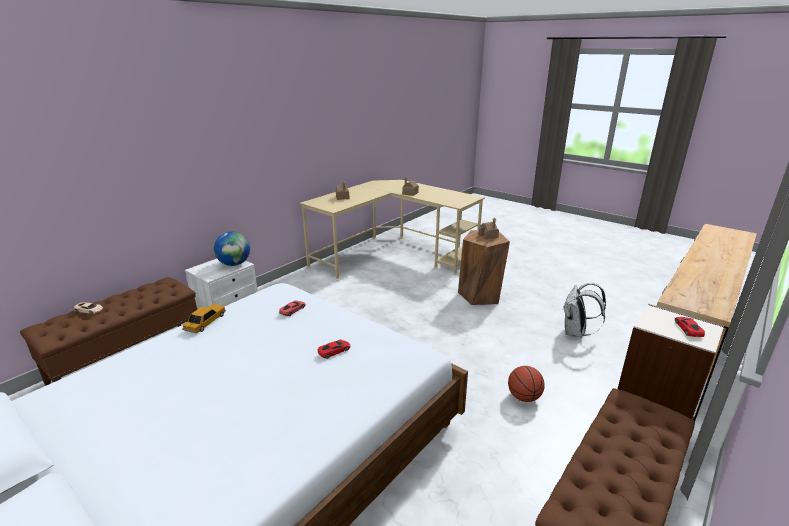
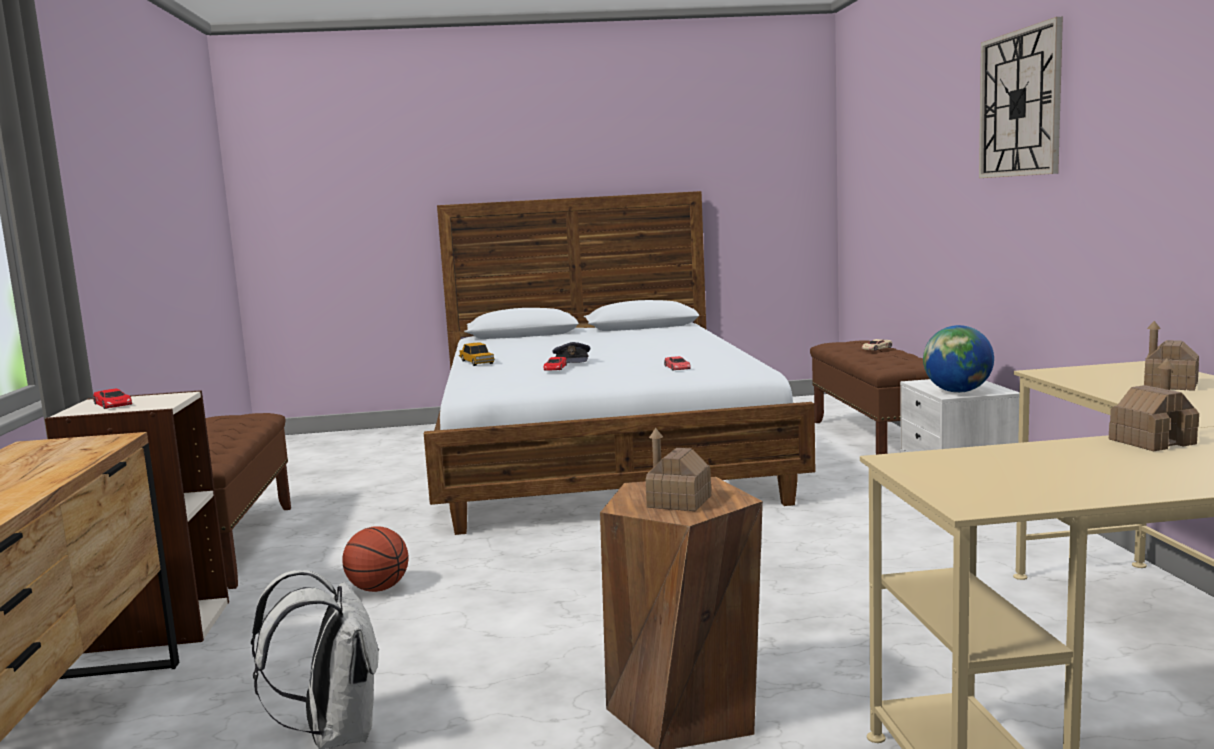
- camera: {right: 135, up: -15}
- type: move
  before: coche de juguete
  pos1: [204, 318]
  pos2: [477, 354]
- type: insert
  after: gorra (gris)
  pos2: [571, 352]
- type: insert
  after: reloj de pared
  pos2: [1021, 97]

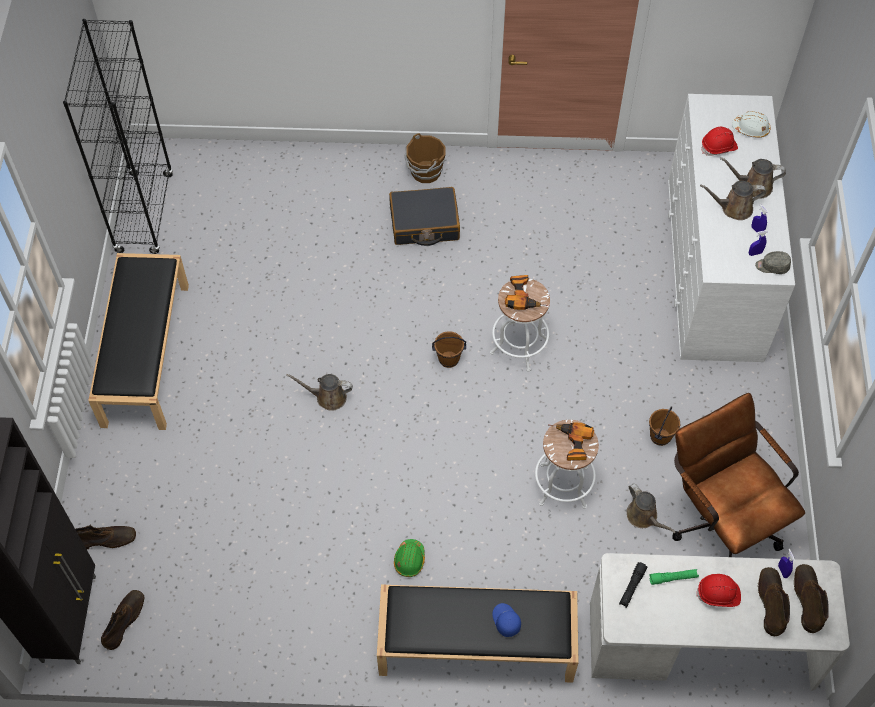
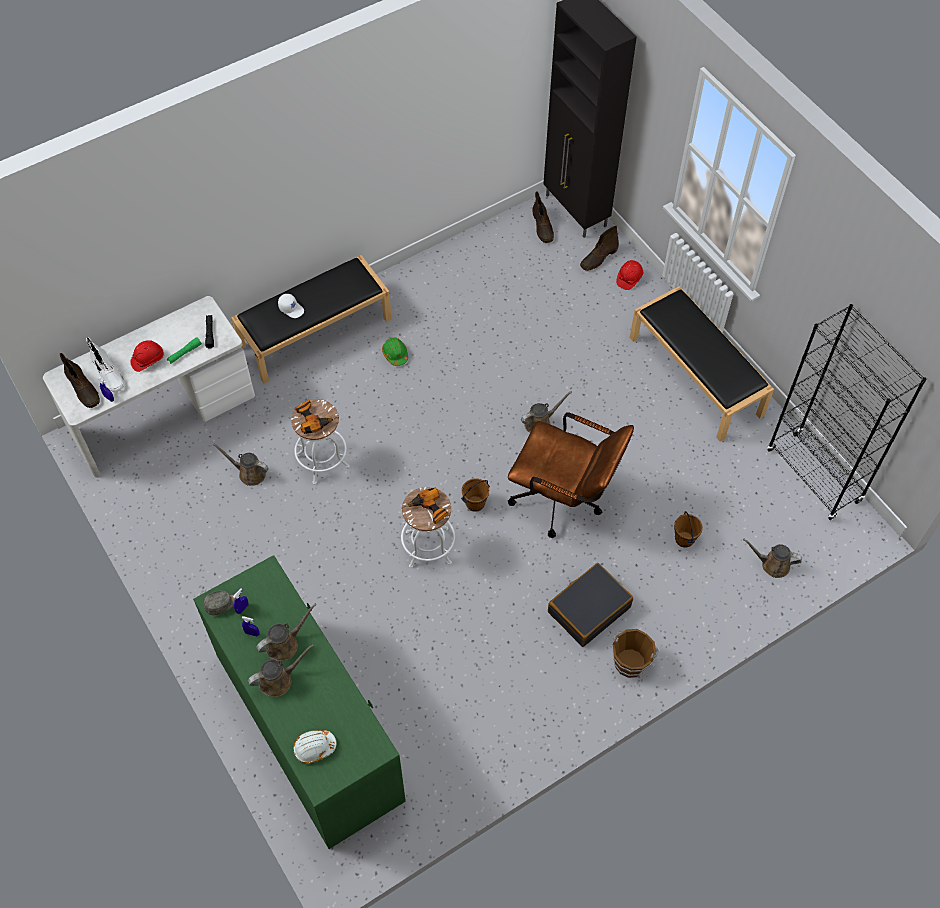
- camera: {right: 145, up: 0}
- type: recolor
  before: gorra (azul)
  after: gorra (blanco)
  pos1: [506, 620]
  pos2: [291, 306]
- type: move
  before: cubo (marrón)
  pos1: [664, 426]
  pos2: [688, 529]
- type: recolor
  before: cómoda (blanco)
  after: cómoda (verde)
  pos1: [731, 228]
  pos2: [299, 702]
- type: move
  before: silla de oficina (marrón)
  pos1: [738, 475]
  pos2: [571, 475]
- type: move
  before: casco (rojo)
  pos1: [719, 141]
  pos2: [629, 275]
- type: recolor
  before: bota (marrón)
  after: bota (blanco)
  pos1: [774, 601]
  pos2: [105, 365]
- type: insert
  after: regadera (marrón)
  pos2: [772, 558]

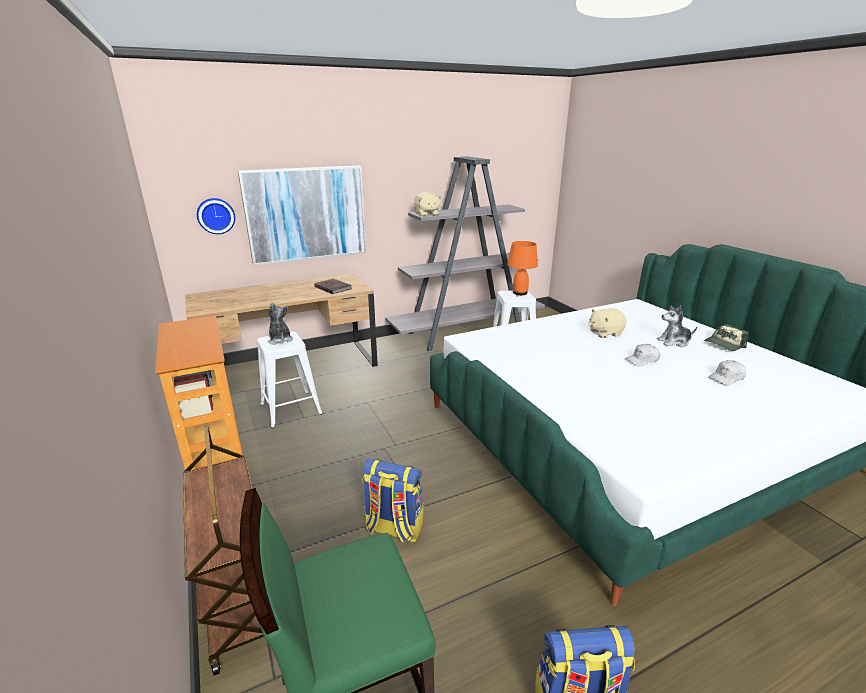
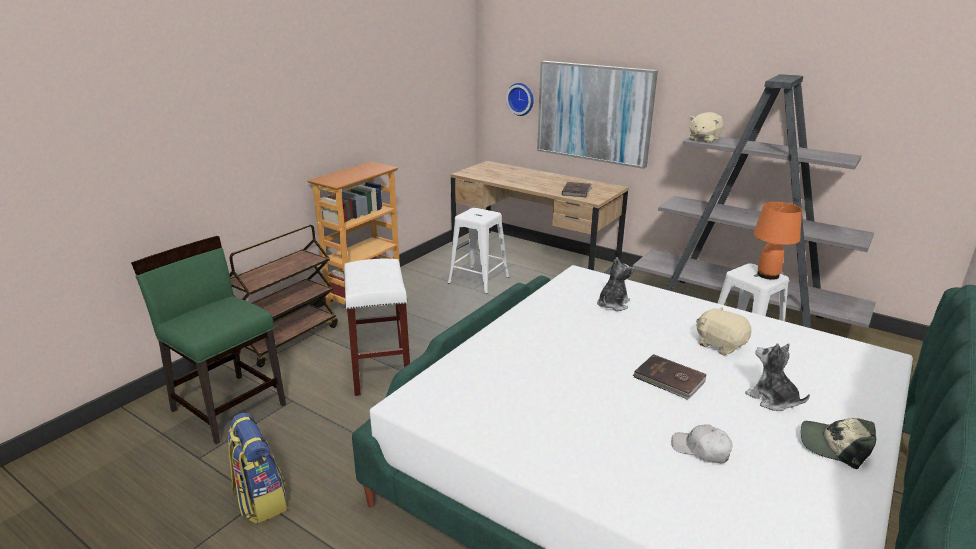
- camera: {right: 60, up: 0}
- type: move
  before: peluche
  pos1: [280, 323]
  pos2: [615, 284]
- type: replace
  before: mochila
  after: taburete (blanco)
  pos1: [393, 500]
  pos2: [377, 327]
- type: replace
  before: gorra (blanco)
  after: libro (marrón)
  pos1: [642, 355]
  pos2: [670, 377]

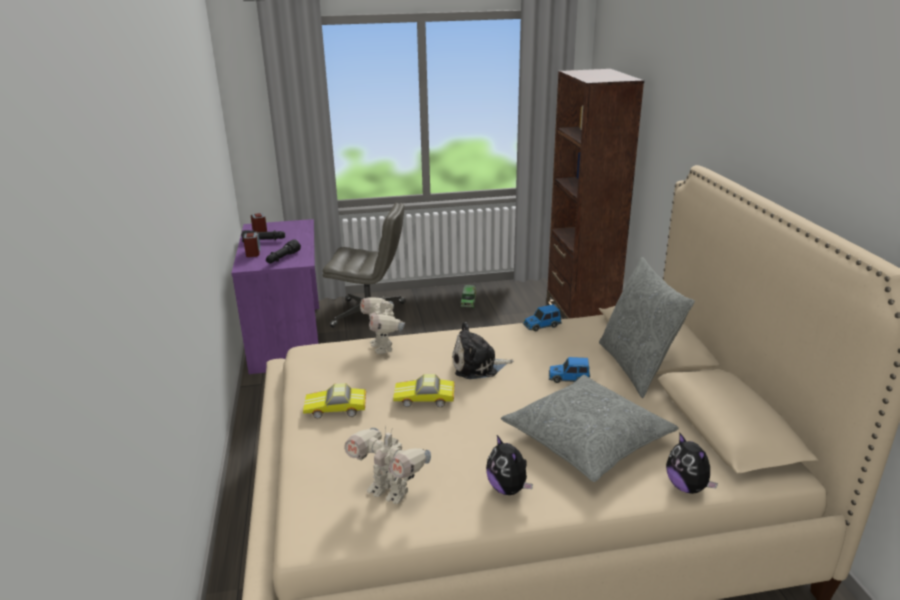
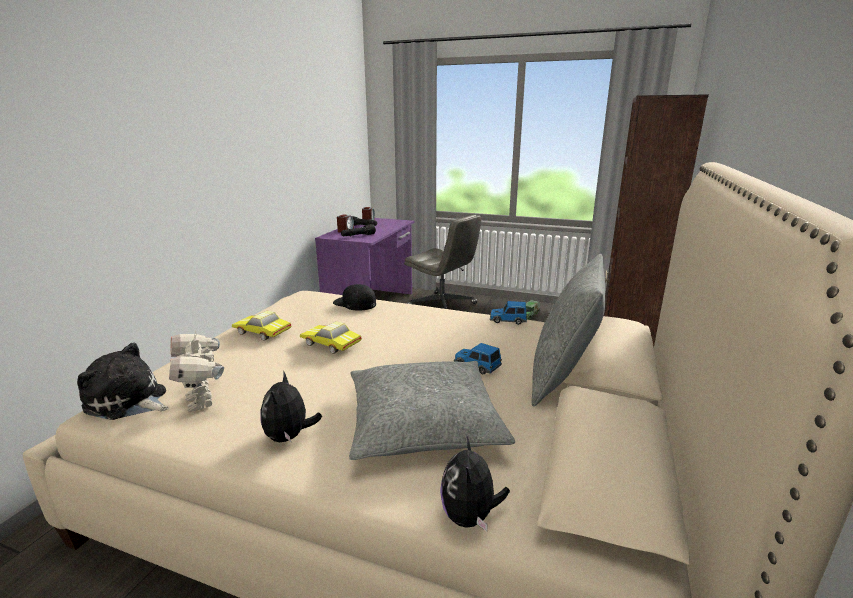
- camera: {right: 30, up: -5}
- type: replace
  before: robot de juguete
  after: gorra (negro)
  pos1: [382, 325]
  pos2: [354, 297]
- type: move
  before: peluche
  pos1: [483, 350]
  pos2: [123, 381]

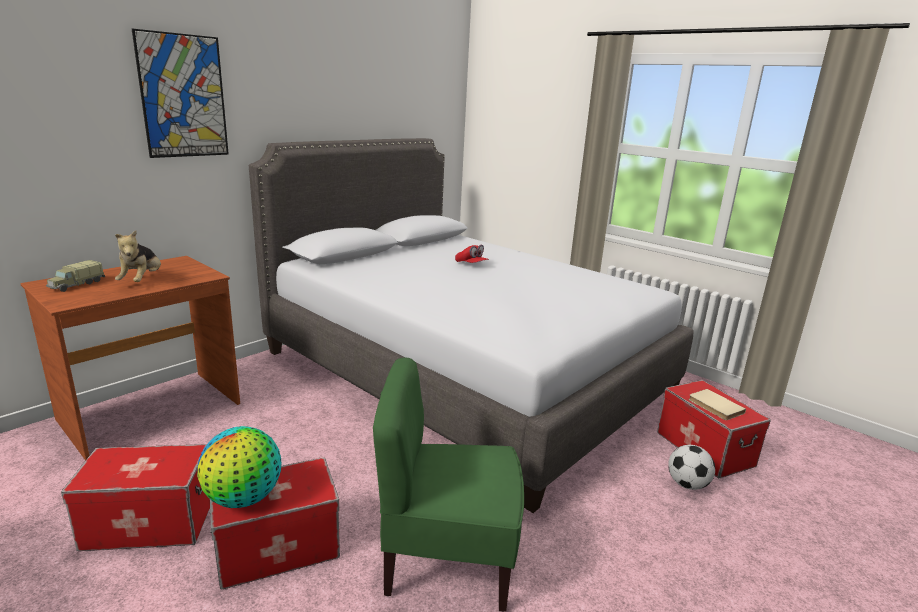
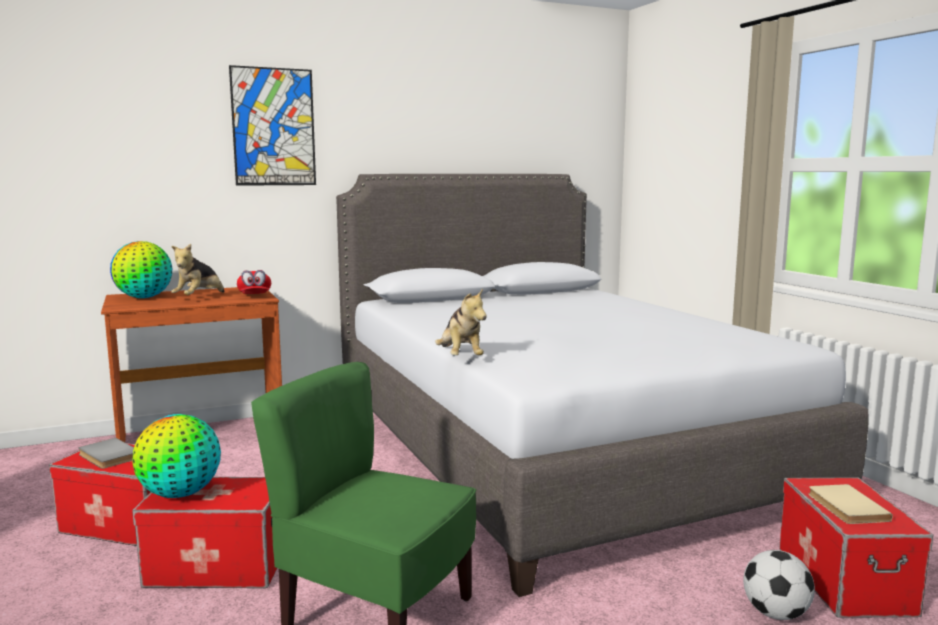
- camera: {right: 25, up: -10}
- type: replace
  before: camión de juguete
  after: globo terráqueo
  pos1: [75, 276]
  pos2: [141, 269]
- type: move
  before: gorra (rojo)
  pos1: [472, 254]
  pos2: [254, 282]
- type: insert
  after: libro (gris)
  pos2: [106, 453]
- type: insert
  after: peluche
  pos2: [461, 322]

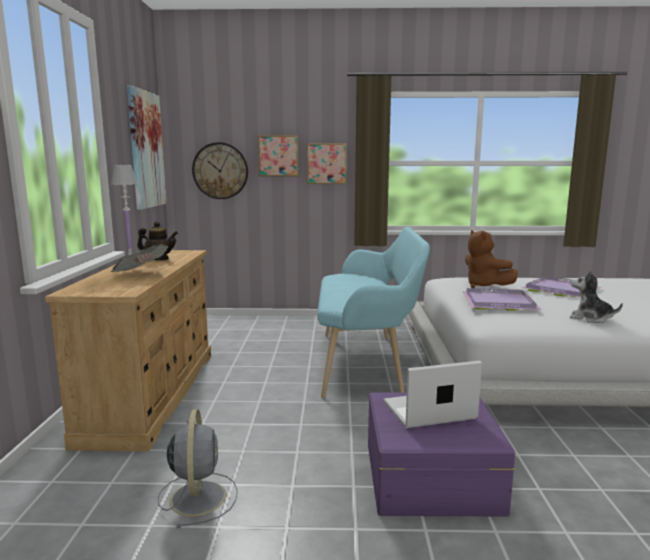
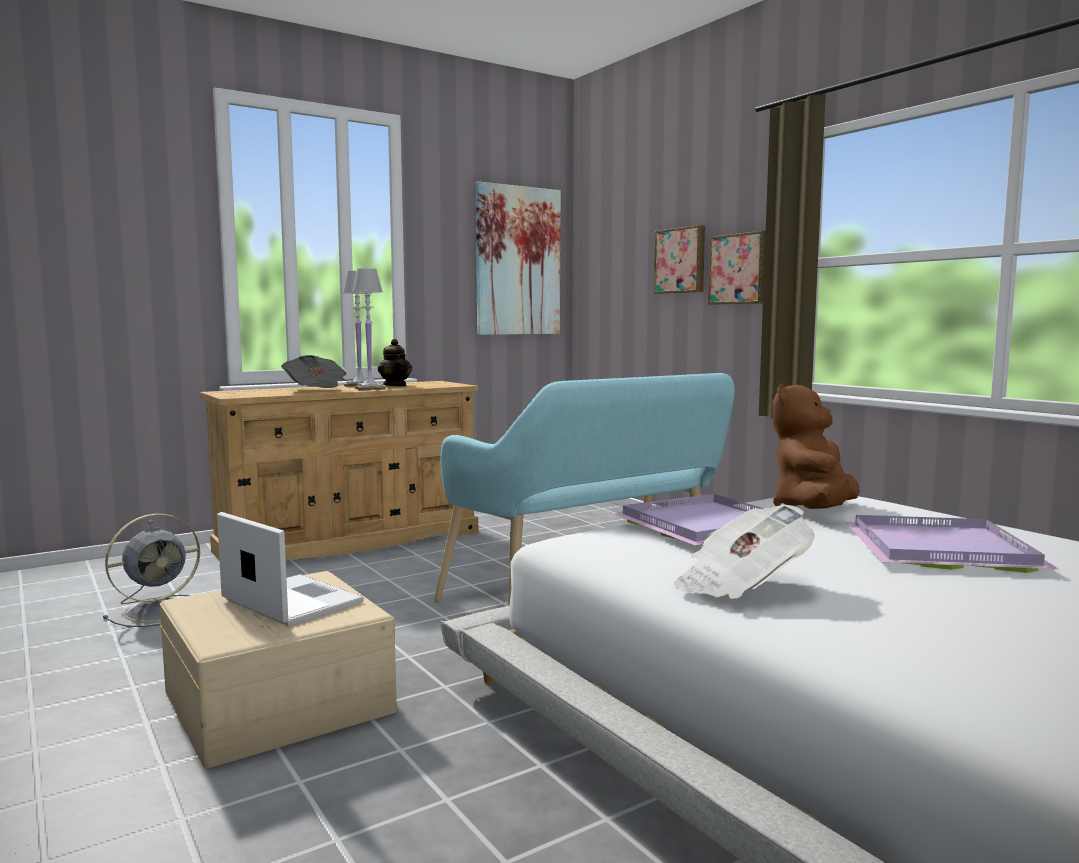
- camera: {right: 55, up: -5}
- type: delete
  before: reloj de pared
  pos1: [220, 170]
- type: recolor
  before: caja de almacenaje (morado)
  after: caja de almacenaje (beis)
  pos1: [441, 454]
  pos2: [278, 670]
- type: replace
  before: peluche
  after: periódico
  pos1: [596, 296]
  pos2: [744, 552]
- type: insert
  after: lámpara de mesa (blanco)
  pos2: [369, 329]

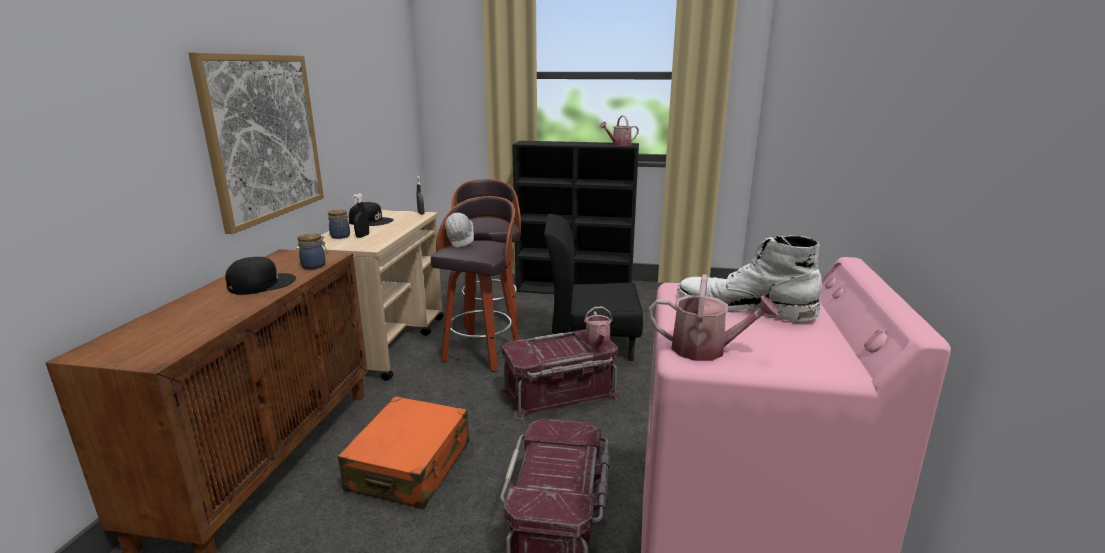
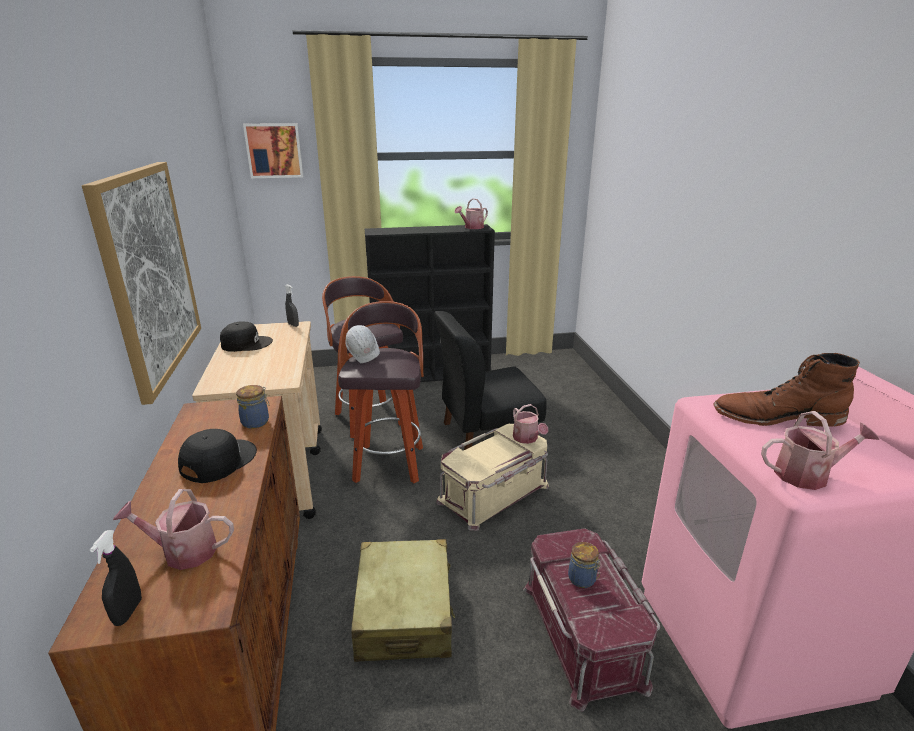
- camera: {right: -20, up: 5}
- type: move
  before: tarro
  pos1: [339, 224]
  pos2: [584, 565]
- type: recolor
  before: maleta (naranja)
  after: maleta (beis)
  pos1: [403, 452]
  pos2: [403, 600]
- type: move
  before: pulverizador (negro)
  pos1: [360, 215]
  pos2: [116, 578]
- type: recolor
  before: caja de almacenaje (rojo)
  after: caja de almacenaje (beis)
  pos1: [560, 374]
  pos2: [492, 477]
- type: recolor
  before: bota (blanco)
  after: bota (marrón)
  pos1: [749, 278]
  pos2: [787, 390]
- type: insert
  after: regadera
  pos2: [173, 529]
- type: insert
  after: cuadro
  pos2: [273, 150]

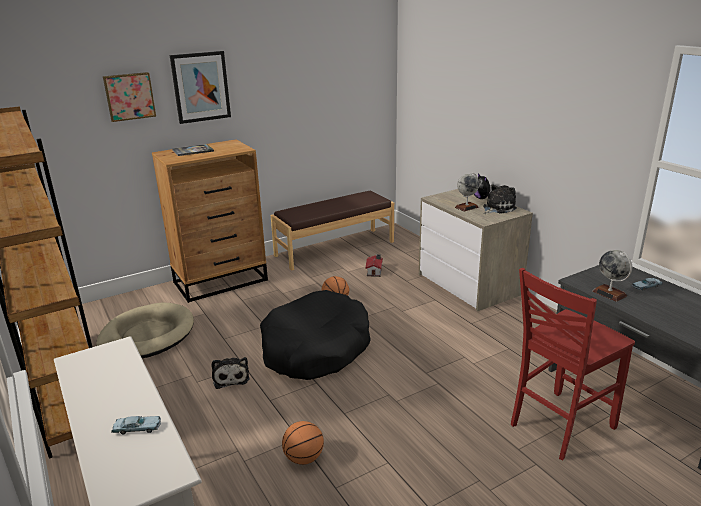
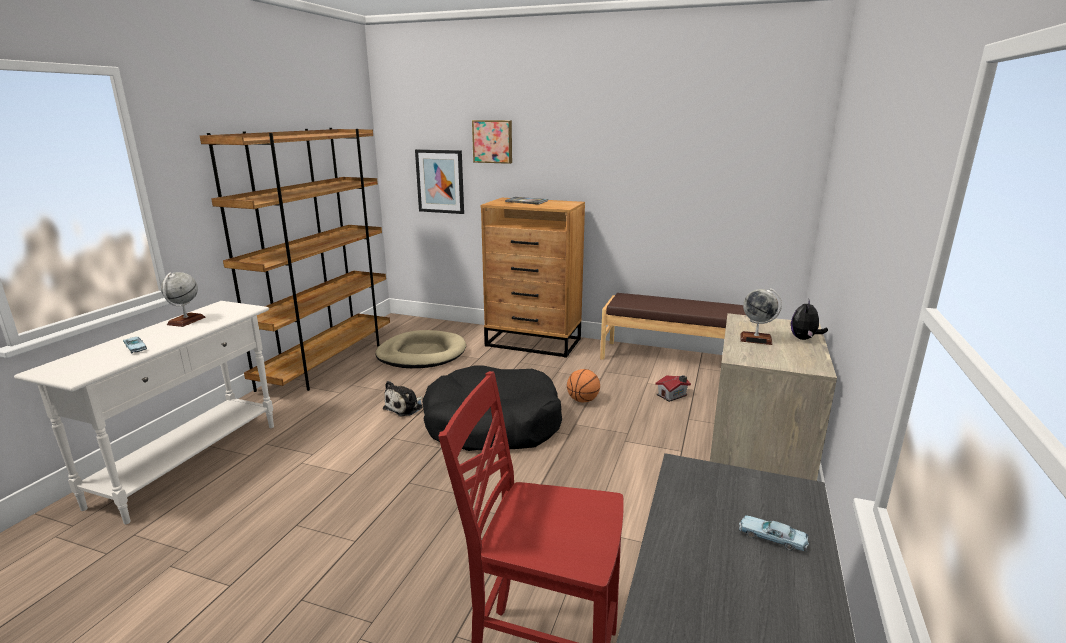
- camera: {right: 50, up: -5}
- type: move
  before: cuadro
  pos1: [200, 87]
  pos2: [439, 181]
- type: delete
  before: balón de baloncesto
  pos1: [303, 443]
- type: delete
  before: peluche
  pos1: [500, 199]
- type: move
  before: globo terráqueo
  pos1: [612, 276]
  pos2: [183, 299]

